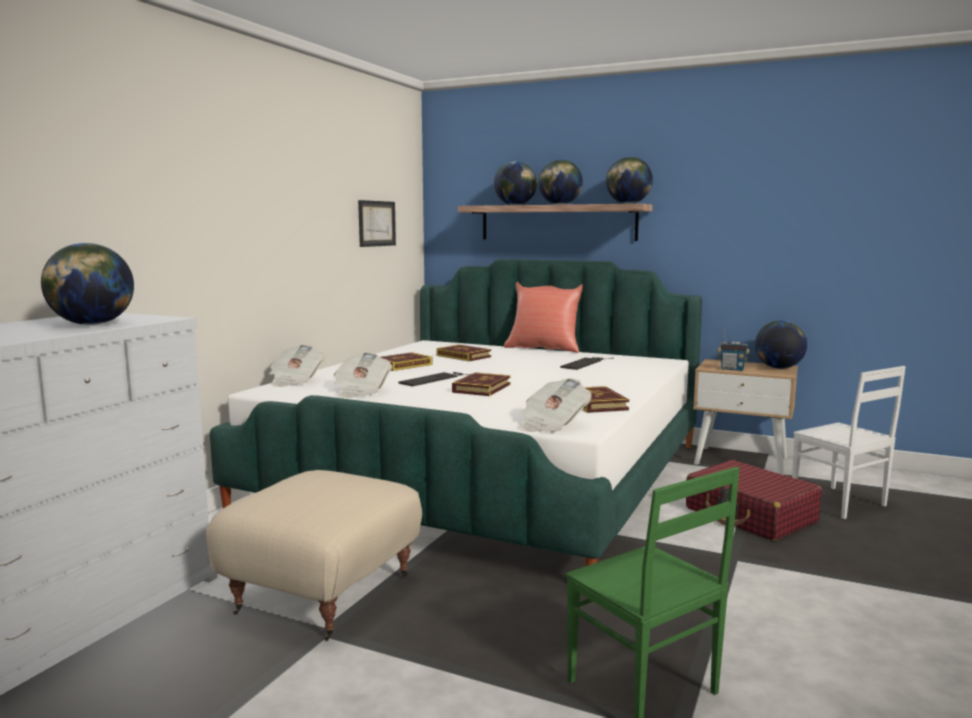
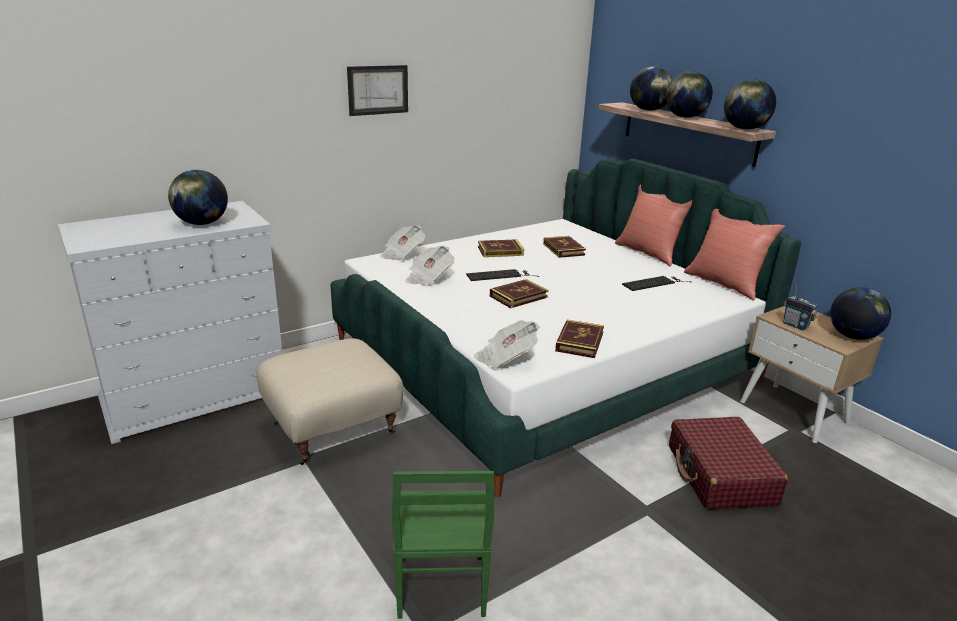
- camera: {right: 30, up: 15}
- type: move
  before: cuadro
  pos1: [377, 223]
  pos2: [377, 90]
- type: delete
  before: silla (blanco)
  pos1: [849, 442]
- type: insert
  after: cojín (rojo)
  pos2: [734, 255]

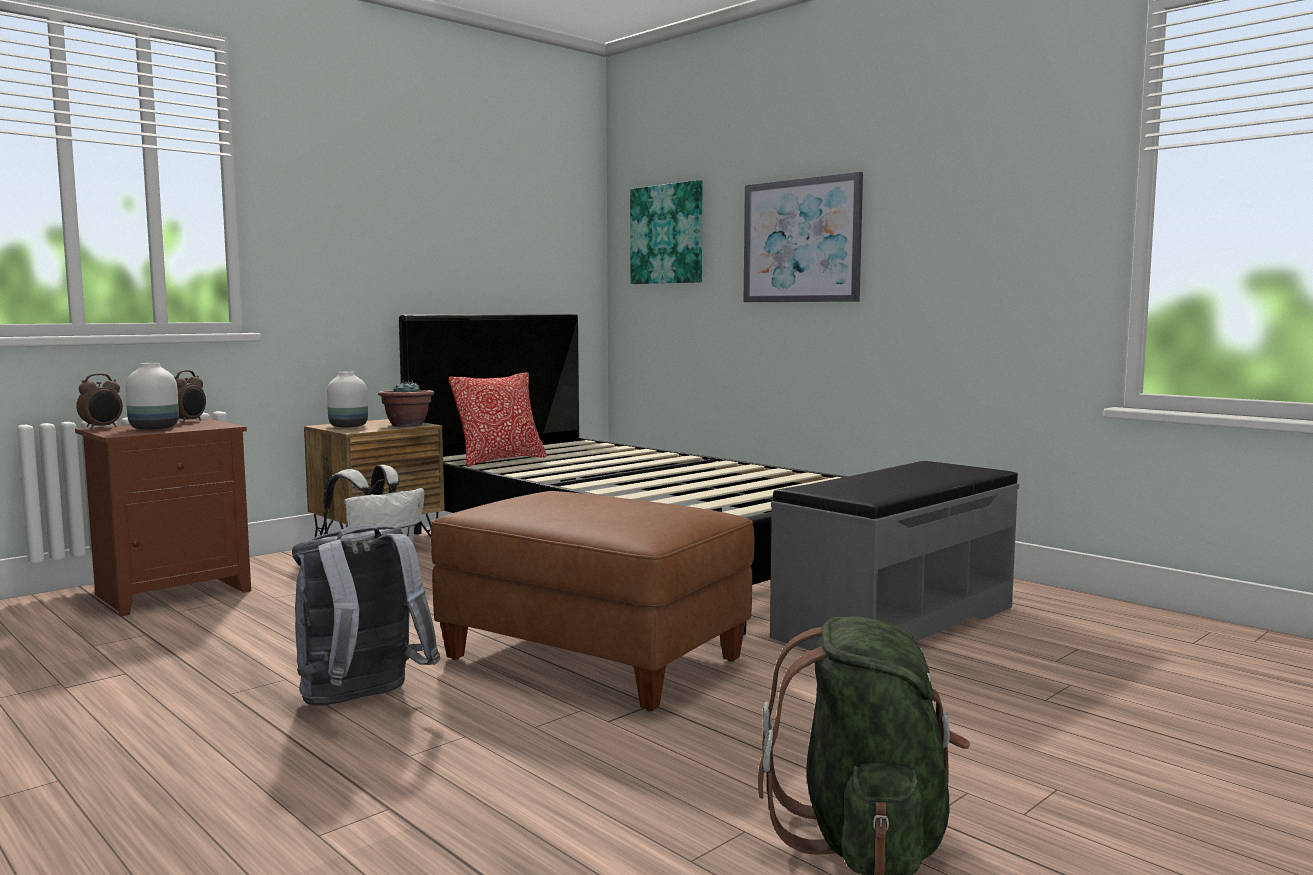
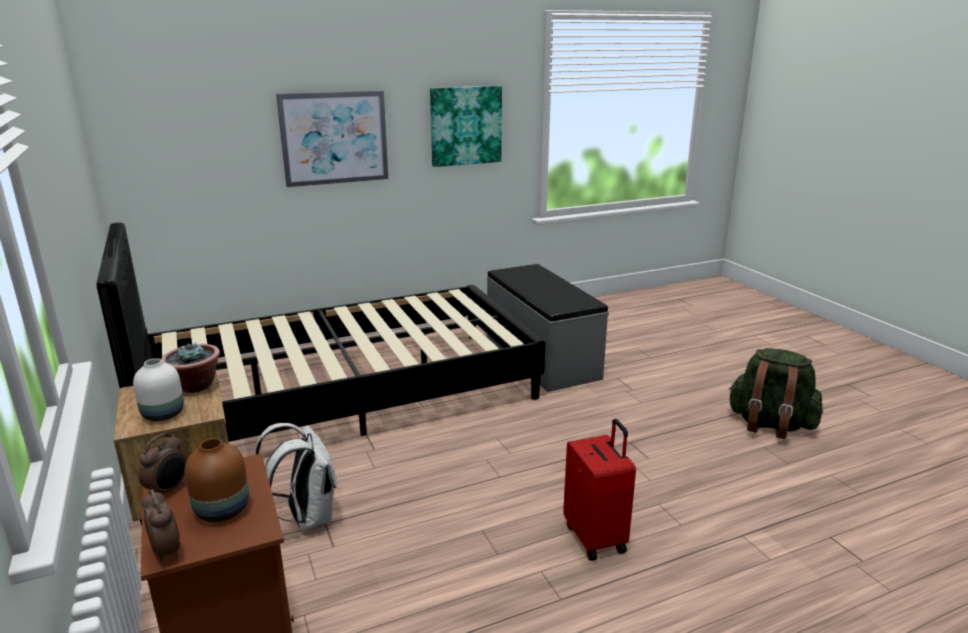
- camera: {right: -70, up: 15}
- type: recolor
  before: florero (blanco)
  after: florero (marrón)
  pos1: [152, 396]
  pos2: [217, 480]
- type: rotate
  before: despertador
  pos1: [190, 396]
  pos2: [163, 463]
  turn: 75
- type: replace
  before: mochila (gris)
  after: maleta (rojo)
  pos1: [366, 614]
  pos2: [599, 490]
- type: delete
  before: puf (marrón)
  pos1: [593, 601]
- type: delete
  before: cojín
  pos1: [498, 419]
- type: move
  before: cuadro
  pos1: [666, 232]
  pos2: [466, 126]

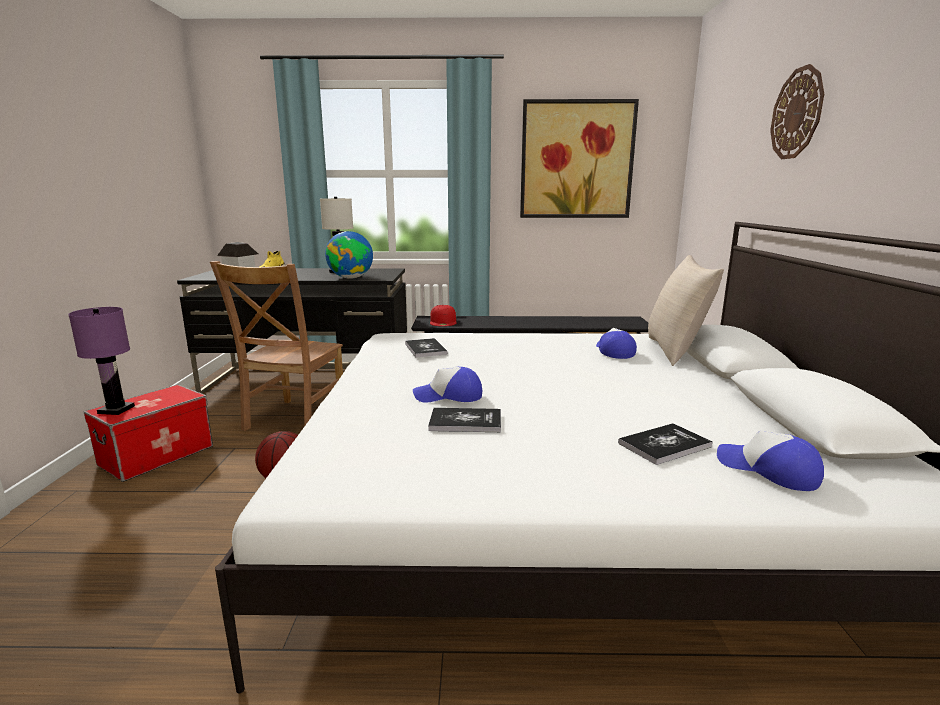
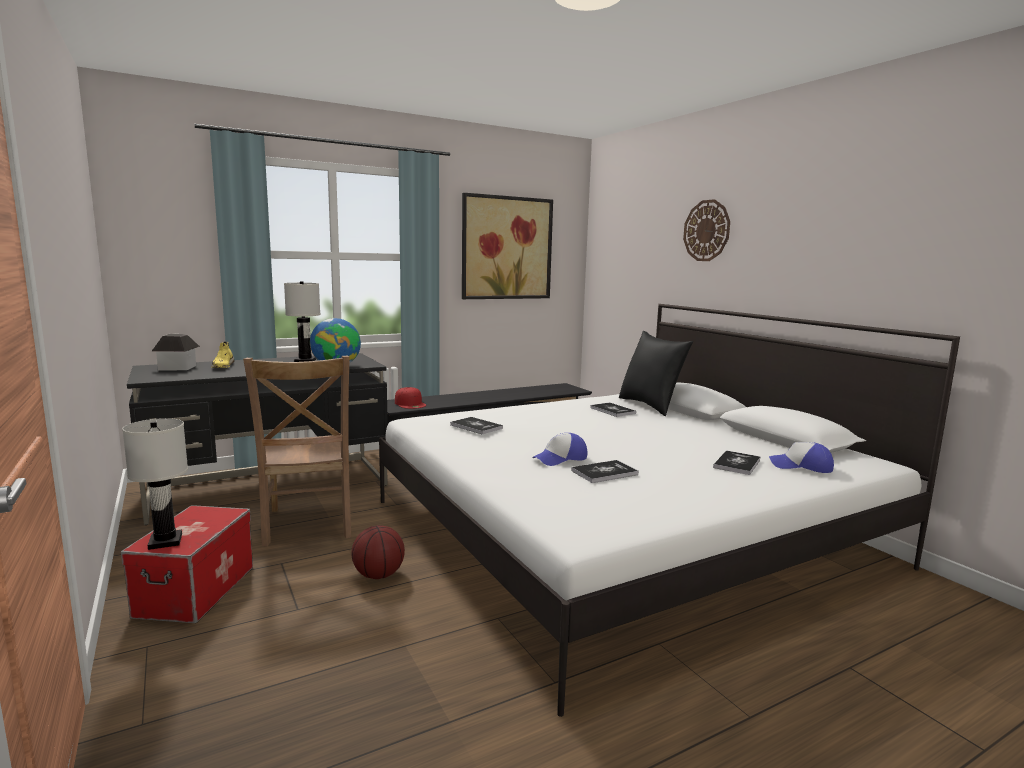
- camera: {right: -30, up: -5}
- type: recolor
  before: lámpara de mesa (morado)
  after: lámpara de mesa (blanco)
  pos1: [101, 361]
  pos2: [155, 484]
- type: replace
  before: gorra
  after: libro
  pos1: [616, 343]
  pos2: [613, 409]
- type: recolor
  before: cojín (beis)
  after: cojín (negro)
  pos1: [686, 310]
  pos2: [656, 373]

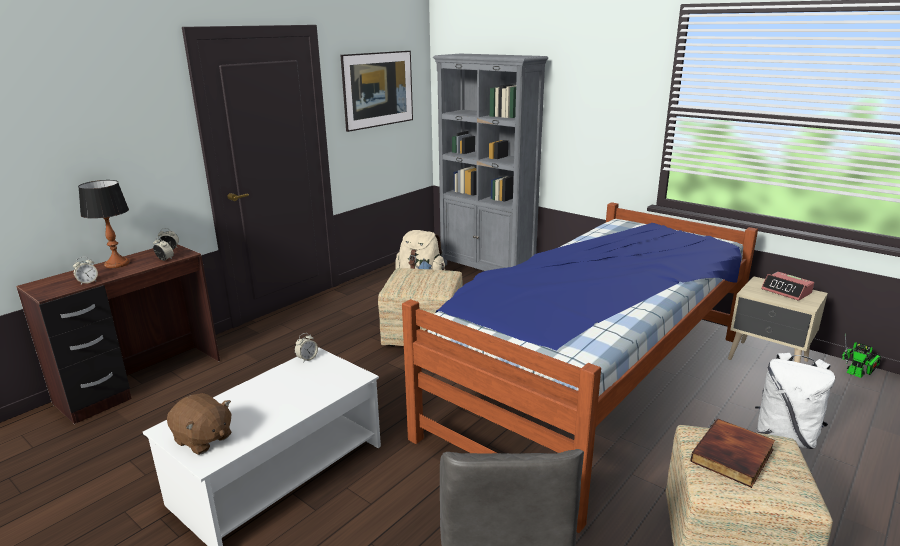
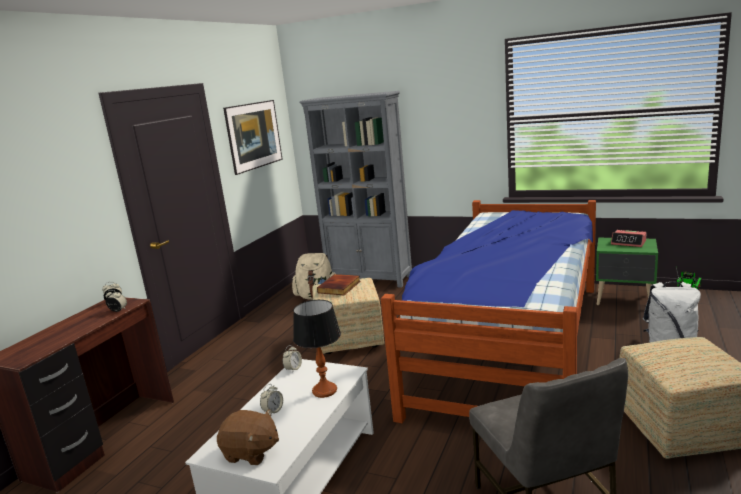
- camera: {right: -15, up: -5}
- type: move
  before: despertador
  pos1: [85, 271]
  pos2: [271, 399]
- type: move
  before: lámpara de mesa
  pos1: [104, 224]
  pos2: [317, 349]
- type: move
  before: libro
  pos1: [733, 453]
  pos2: [339, 284]
- type: recolor
  before: mesita de noche (beis)
  after: mesita de noche (verde)
  pos1: [778, 319]
  pos2: [627, 271]

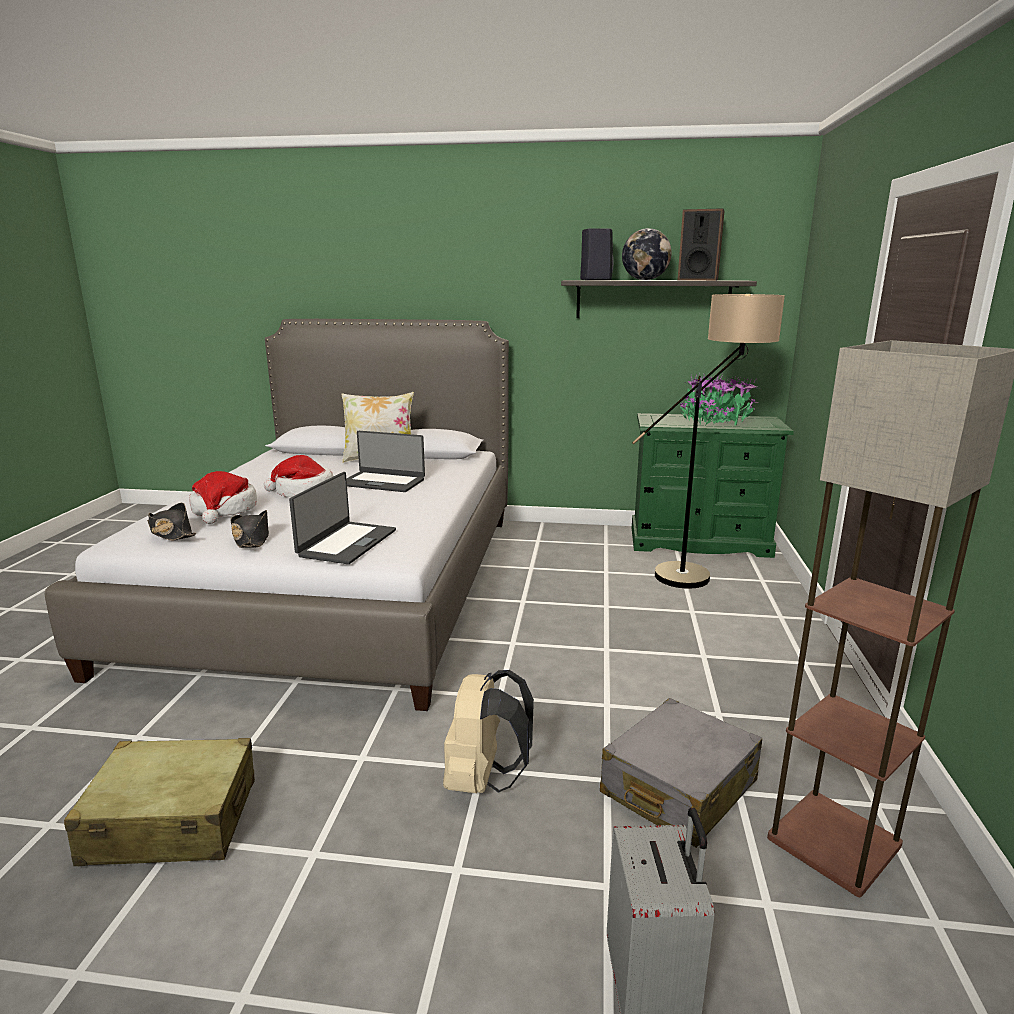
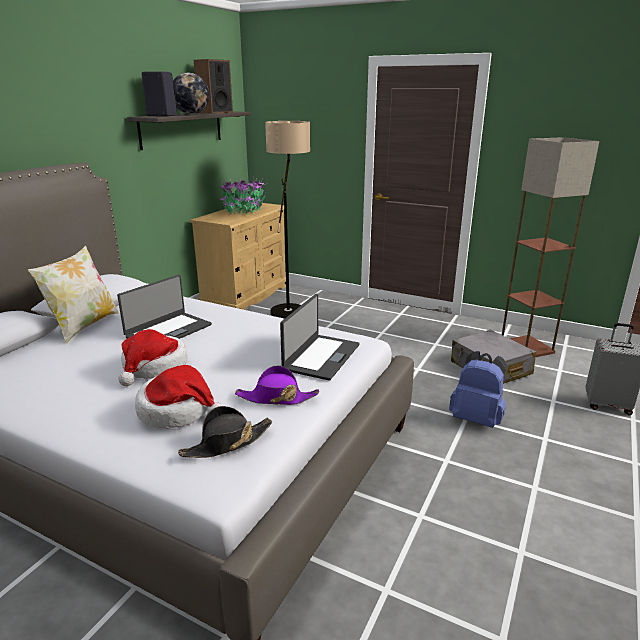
- camera: {right: -70, up: 5}
- type: delete
  before: maleta (beis)
  pos1: [159, 802]
- type: recolor
  before: sombrero (negro)
  after: sombrero (morado)
  pos1: [250, 529]
  pos2: [277, 385]
- type: rotate
  before: portátil
  pos1: [342, 518]
  pos2: [320, 337]
  turn: 75
- type: recolor
  before: mochila (beis)
  after: mochila (azul)
  pos1: [488, 731]
  pos2: [478, 389]
- type: recolor
  before: cómoda (verde)
  after: cómoda (beis)
  pos1: [713, 485]
  pos2: [238, 256]

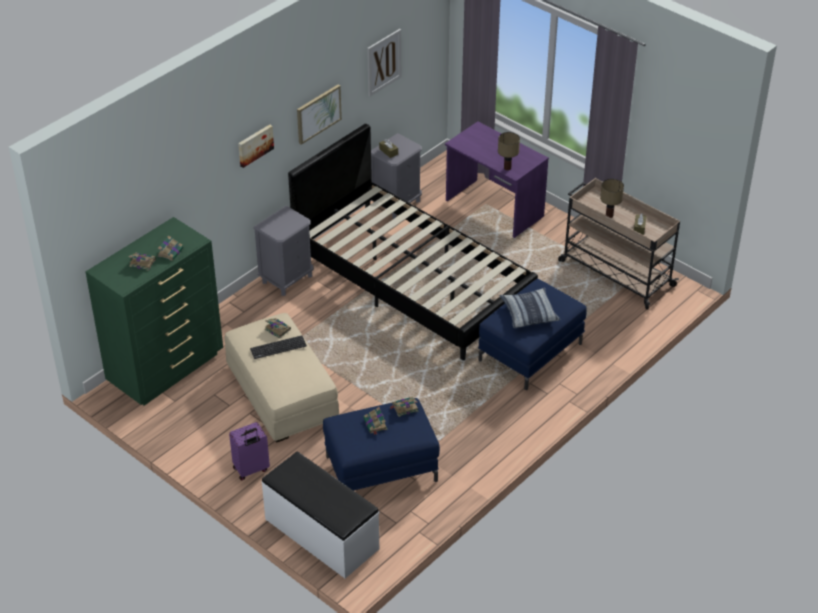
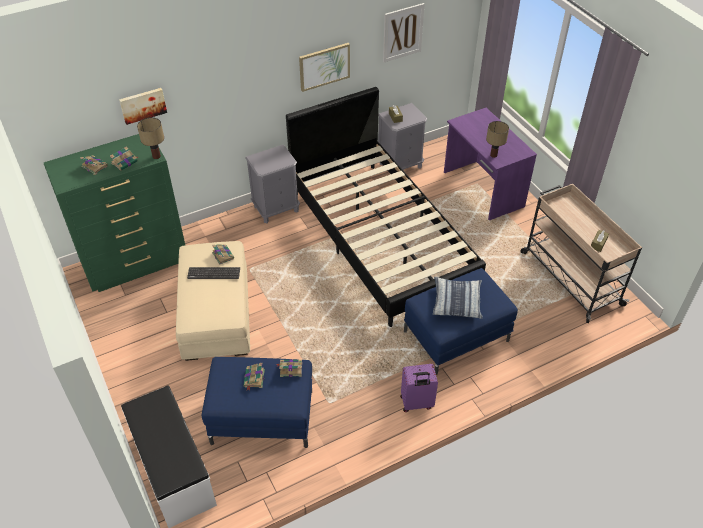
- camera: {right: 20, up: 5}
- type: move
  before: maleta (morado)
  pos1: [249, 451]
  pos2: [419, 388]
- type: move
  before: cuadro
  pos1: [256, 146]
  pos2: [143, 106]
- type: move
  before: lámpara de mesa
  pos1: [612, 198]
  pos2: [150, 138]

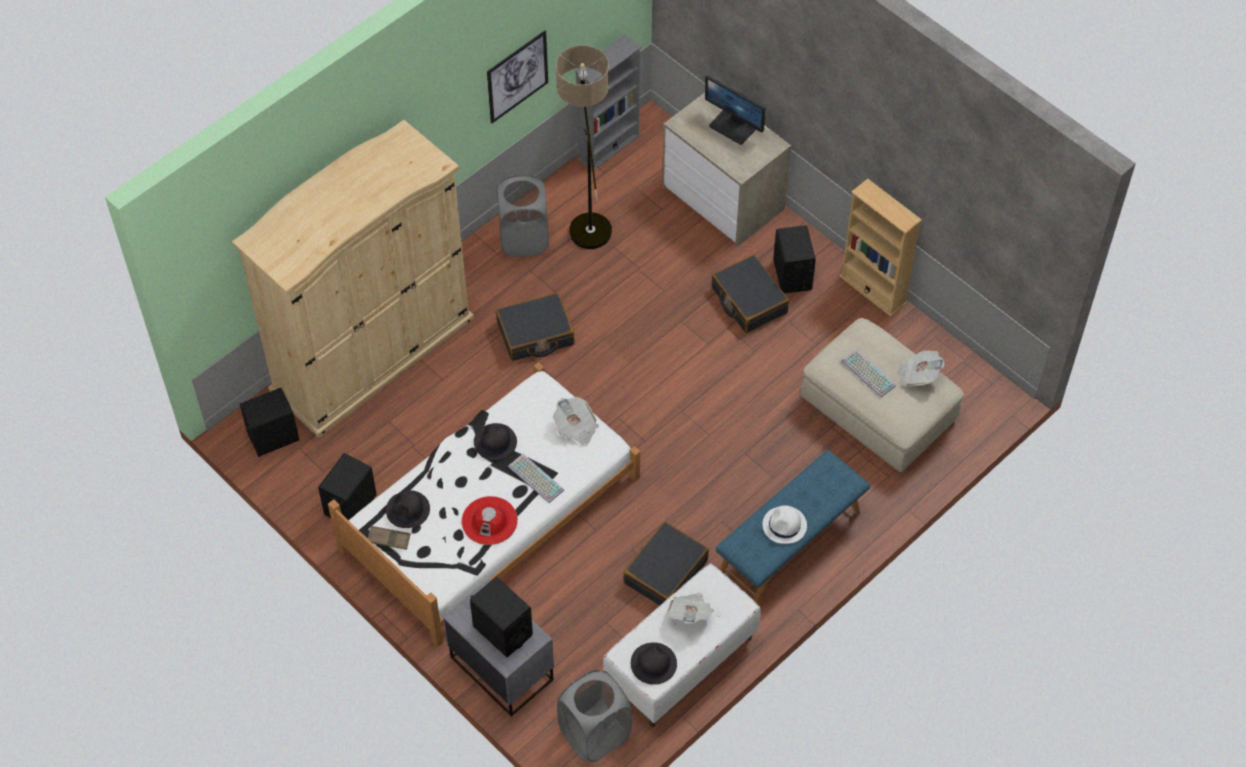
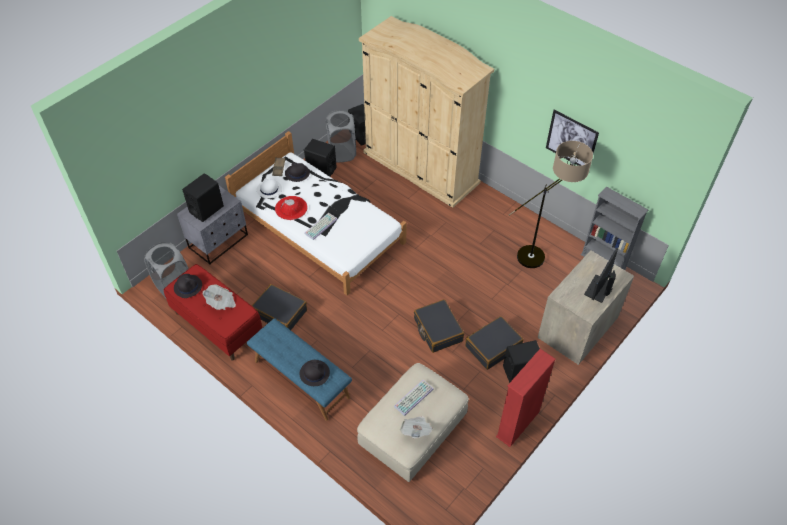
- camera: {right: 85, up: -5}
- type: move
  before: sombrero (negro)
  pos1: [495, 441]
  pos2: [315, 373]
- type: move
  before: maleta (negro)
  pos1: [535, 327]
  pos2: [439, 326]
- type: move
  before: cesto de la ropa (gris)
  pos1: [523, 215]
  pos2: [341, 136]
- type: delete
  before: periódico
  pos1: [576, 421]
- type: recolor
  before: banco (blanco)
  after: banco (rojo)
  pos1: [682, 645]
  pos2: [213, 312]
- type: move
  before: sombrero (blanco)
  pos1: [784, 524]
  pos2: [269, 188]
- type: recolor
  before: estantería (beis)
  after: estantería (rojo)
  pos1: [880, 247]
  pos2: [526, 398]

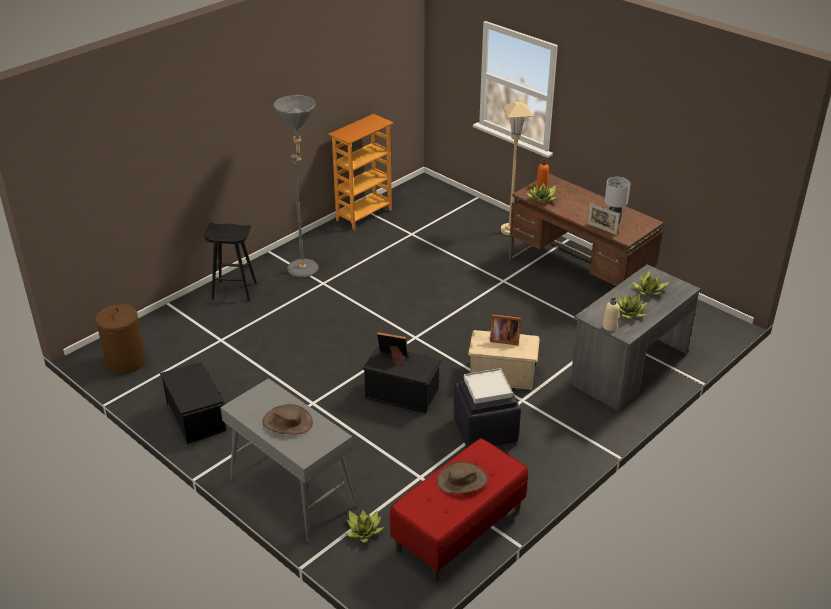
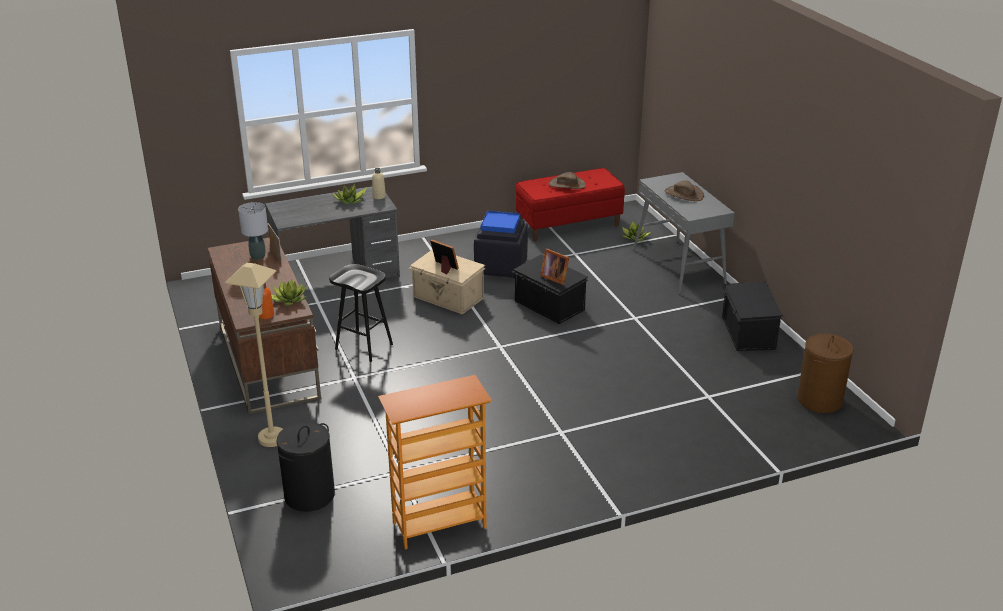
- camera: {right: -155, up: -5}
- type: move
  before: taburete (negro)
  pos1: [230, 262]
  pos2: [361, 313]
- type: delete
  before: lámpara de pie (gris)
  pos1: [296, 186]
- type: recolor
  before: bandeja (blanco)
  after: bandeja (azul)
  pos1: [488, 386]
  pos2: [500, 222]
- type: delete
  before: planta en maceta
  pos1: [650, 283]
- type: insert
  after: cesto de la ropa (negro)
  pos2: [305, 467]

